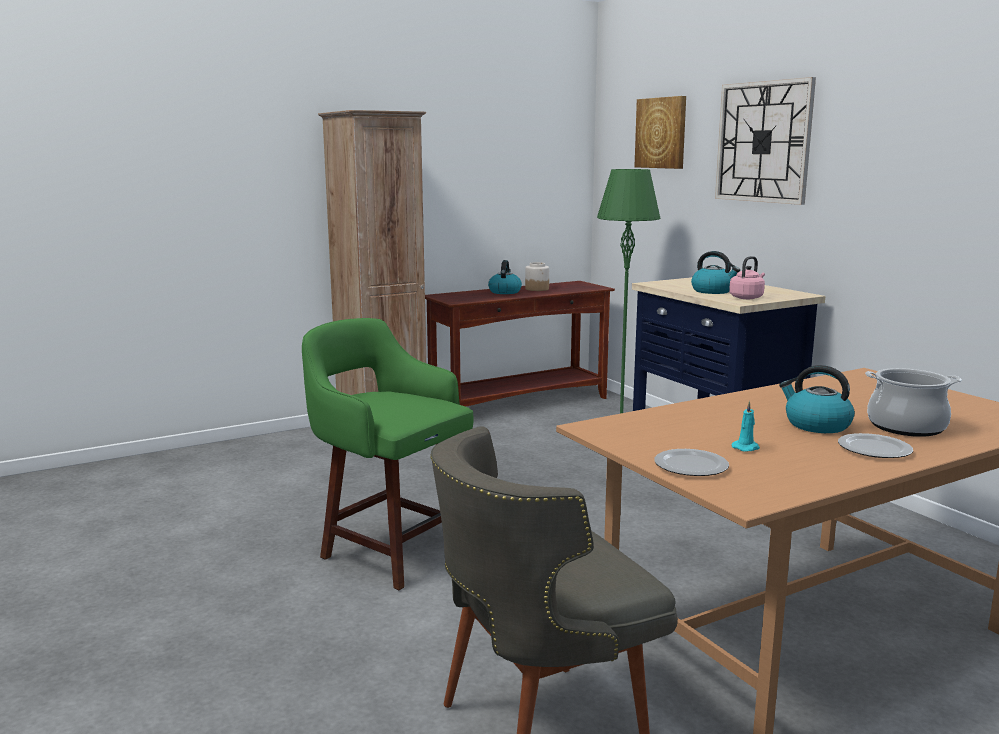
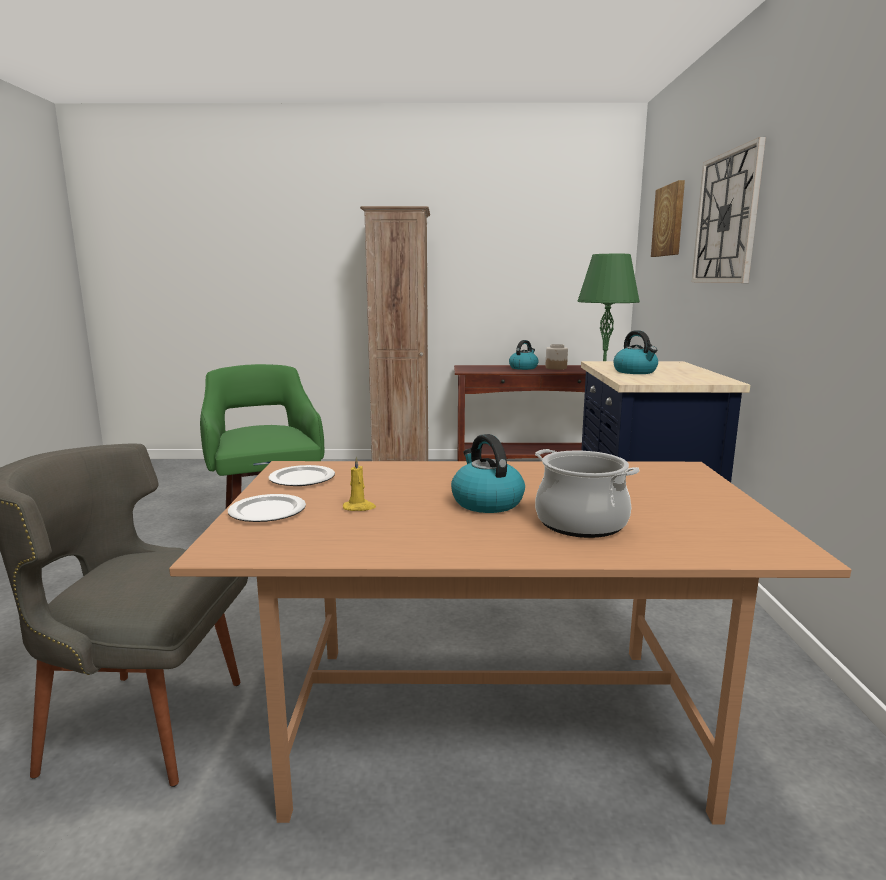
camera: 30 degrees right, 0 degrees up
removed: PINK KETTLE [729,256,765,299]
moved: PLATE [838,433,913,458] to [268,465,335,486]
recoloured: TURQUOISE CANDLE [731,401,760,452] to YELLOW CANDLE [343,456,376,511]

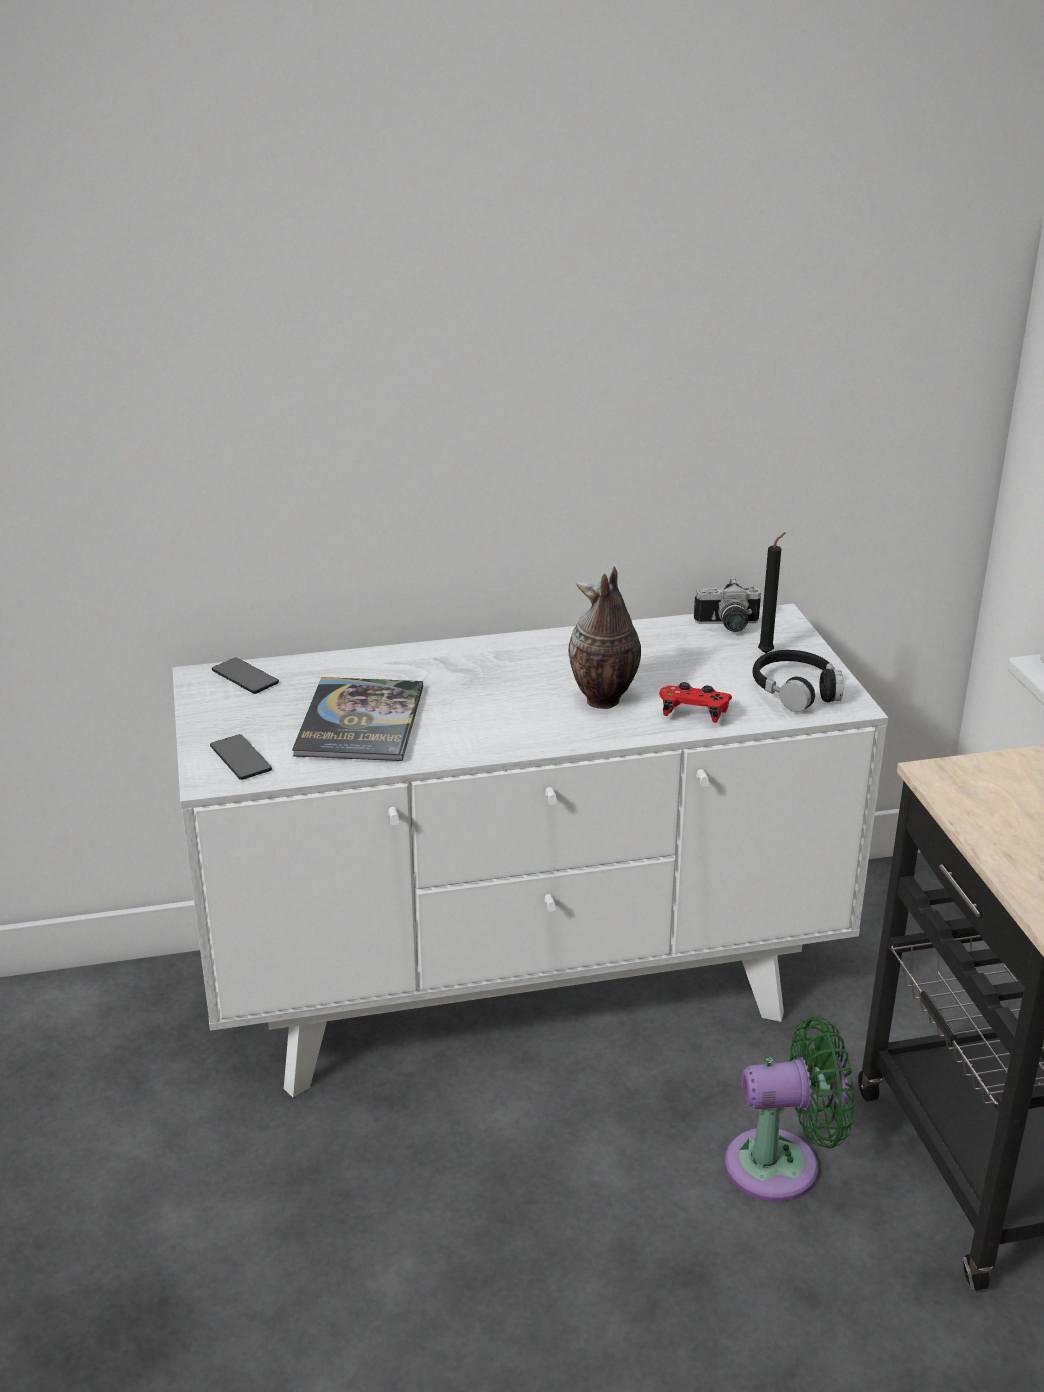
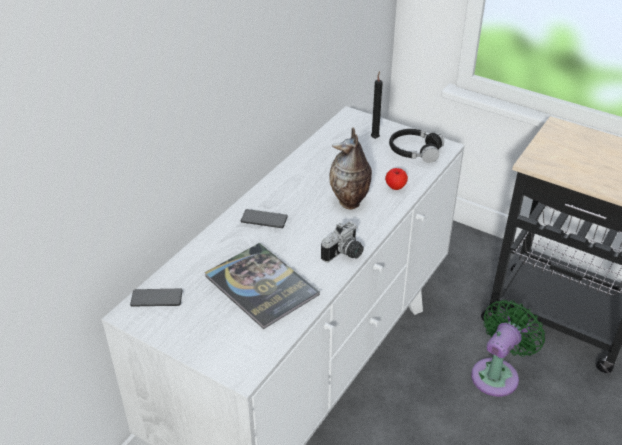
camera: 45 degrees left, 10 degrees up
moved: PHONE [210,734,272,780] to [241,209,288,228]; PHOTO CAMERA [694,579,761,632] to [321,221,364,262]
replaced: RED GAME CONTROLLER [660,682,732,723] to APPLE [385,168,408,190]

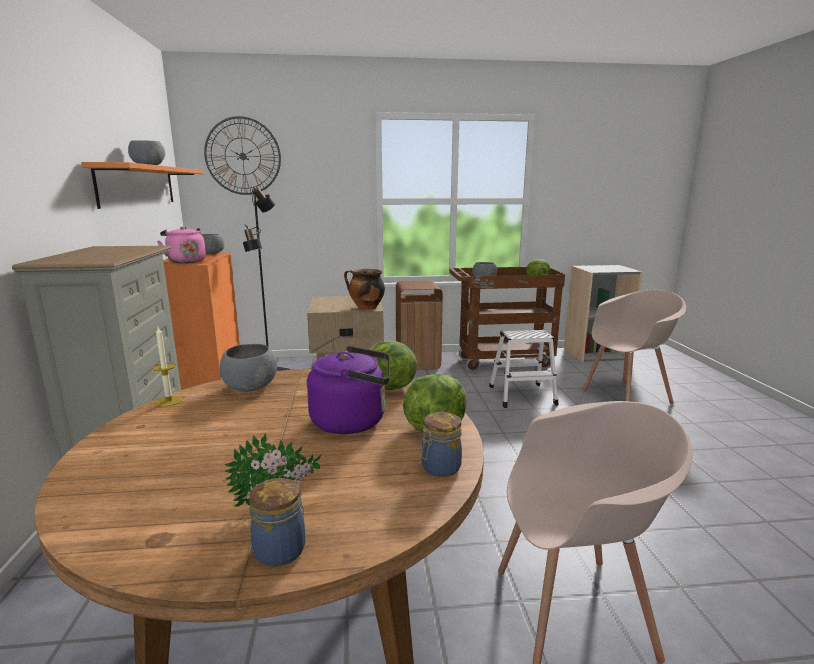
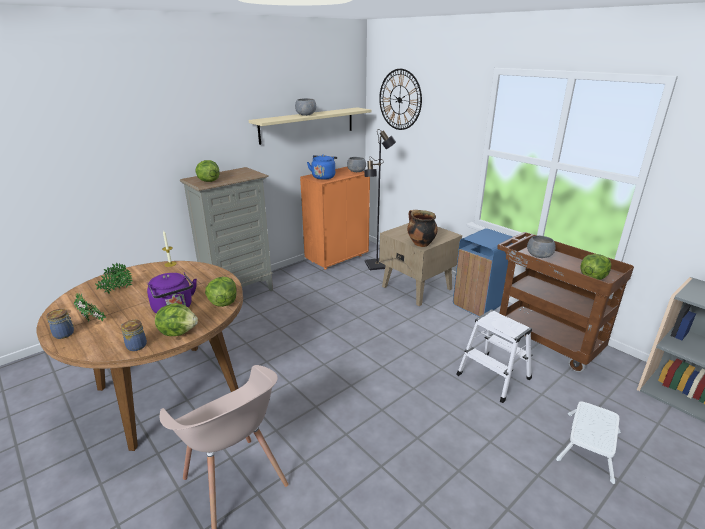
camera: 55 degrees right, 10 degrees up
removed: GREY BOWL [220,344,277,392]
added: POTTED PLANT [95,263,133,294]; LETTUCE [195,160,219,182]
replaced: BEIGE CHAIR [582,290,686,404] to WHITE STEP LADDER [556,401,621,484]
recoloured: ORANGE SHELF [81,162,204,209] to BEIGE SHELF [249,107,372,145]; PINK KETTLE [157,226,206,263] to BLUE KETTLE [307,154,337,180]; BROWN TRASH CAN [396,281,443,370] to BLUE TRASH CAN [453,228,513,317]

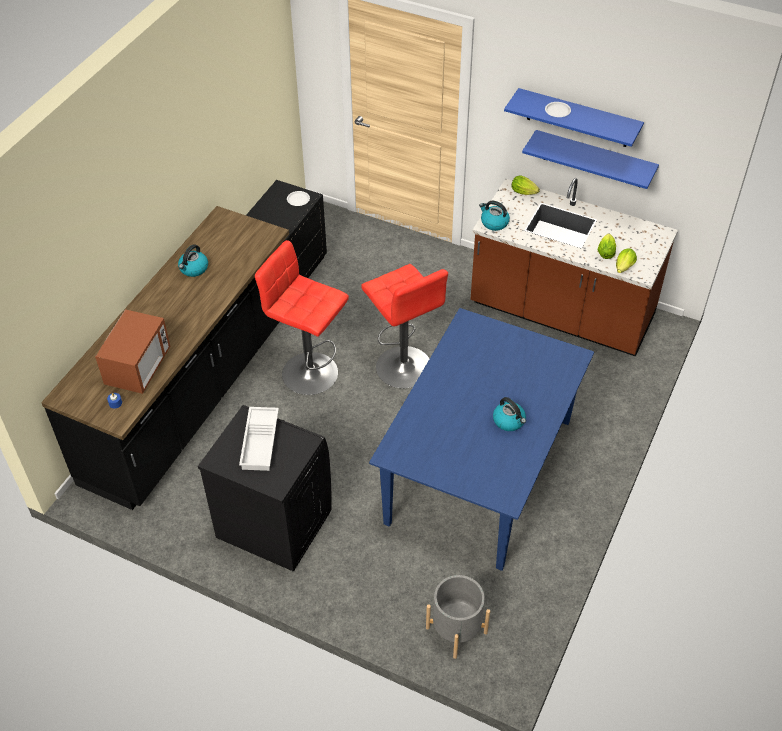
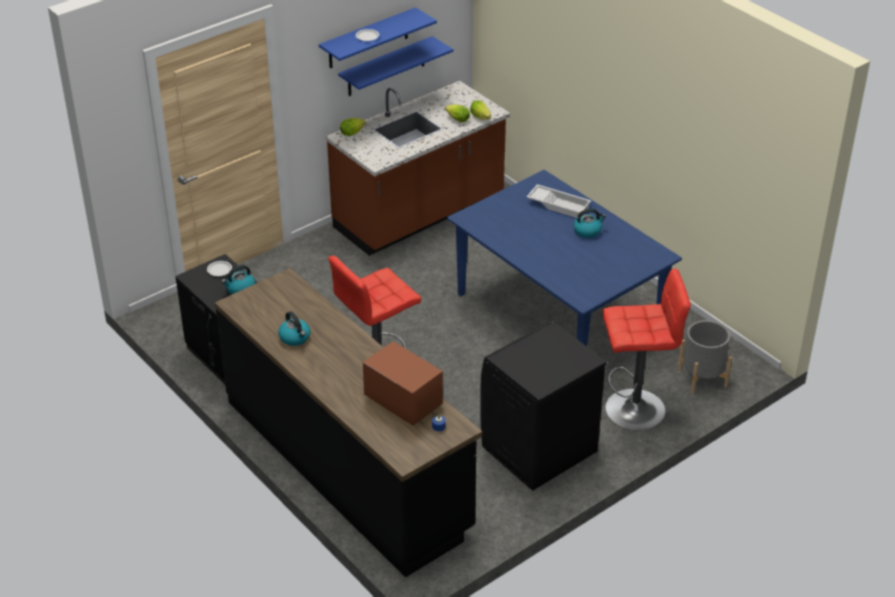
camera: 65 degrees left, 10 degrees down
moved: WHITE TRAY [239,407,279,471] to [527,184,591,218]; RED STOOL [361,264,448,388] to [602,269,691,430]; KETTLE [479,201,510,231] to [222,265,255,294]

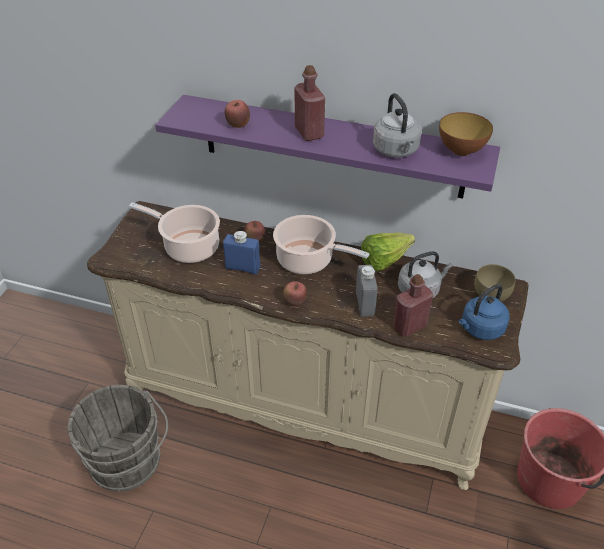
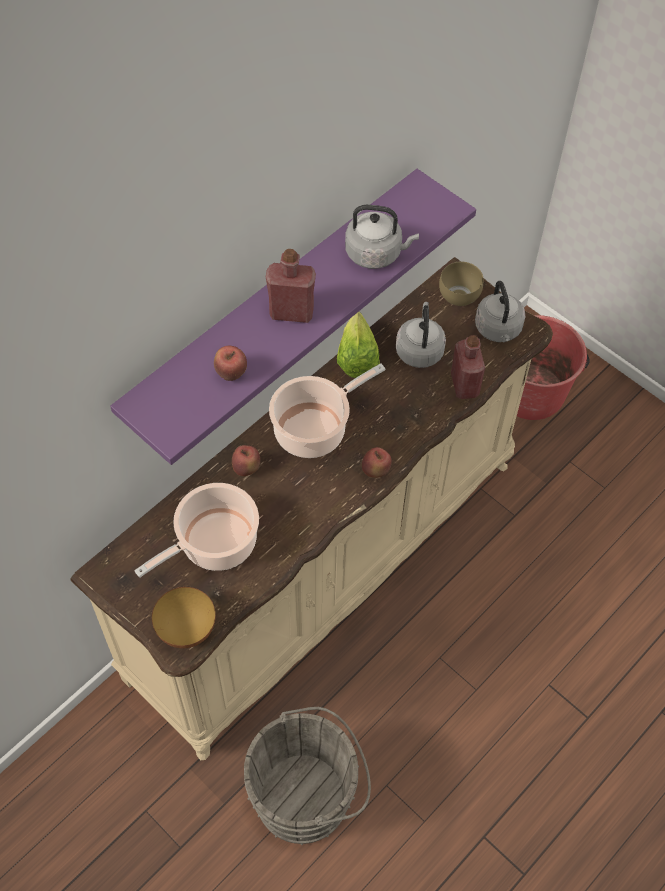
camera: 65 degrees left, 15 degrees up
removed: BLUE BOTTLE [223,231,260,275]; GREY BOTTLE [356,265,378,317]
moved: BOWL [439,112,493,156] to [152,587,216,648]
recoloured: BLUE KETTLE [459,284,510,340] to GREY KETTLE [475,281,526,342]

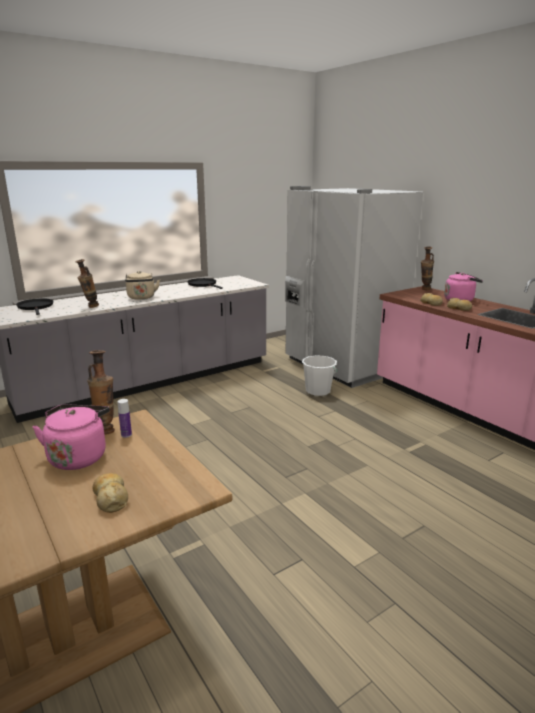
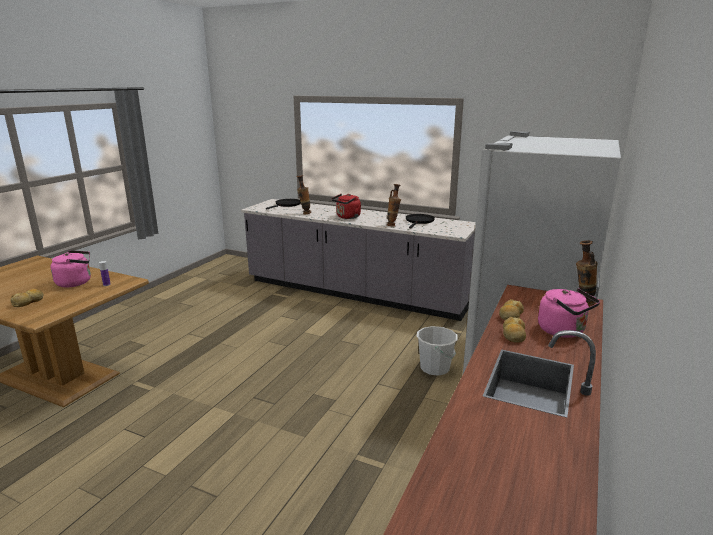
camera: 60 degrees right, 0 degrees up
moved: VASE [87,350,115,435] to [387,184,401,227]
recoloured: BEIGE KETTLE [125,271,160,300] to RED KETTLE [332,194,361,219]

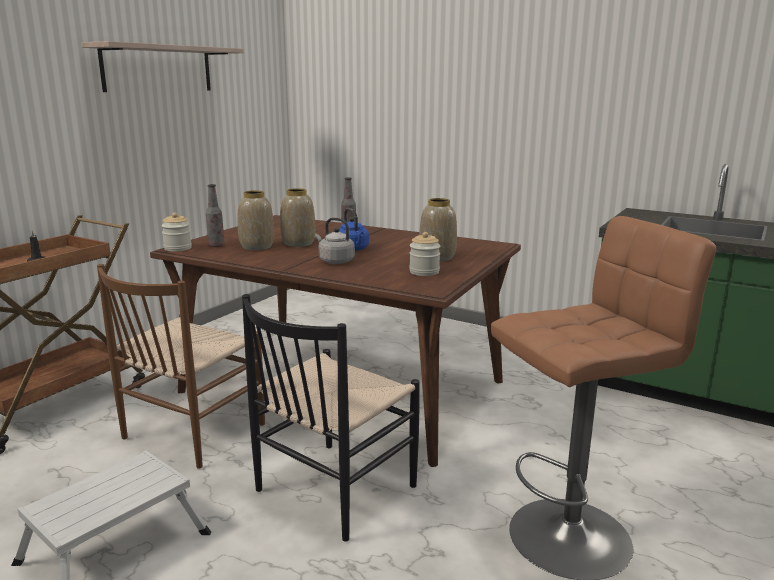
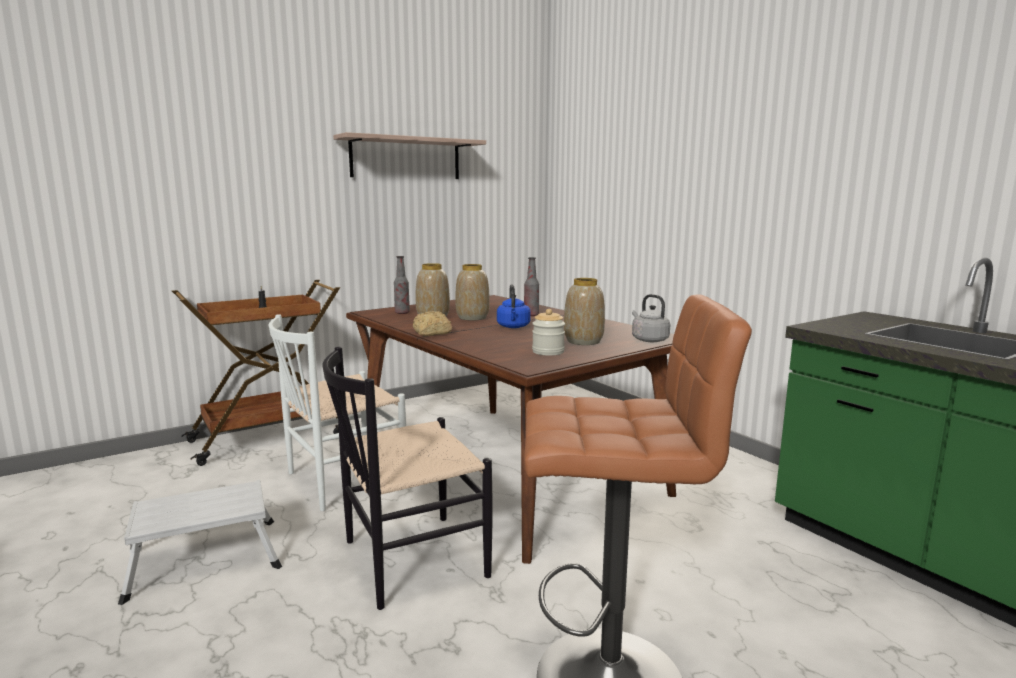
camera: 25 degrees right, 5 degrees down
removed: JAR [161,212,192,252]
added: BREAD [413,311,453,336]
moved: GREY KETTLE [315,218,355,264] to [632,294,670,342]
recoloured: BROWN CHAIR [97,264,265,469] to WHITE CHAIR [269,314,406,511]

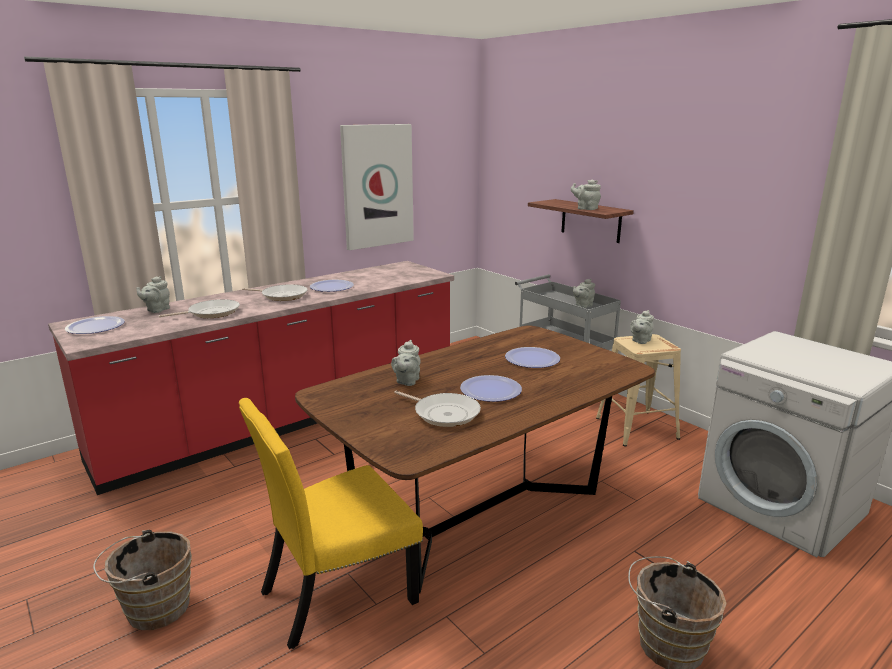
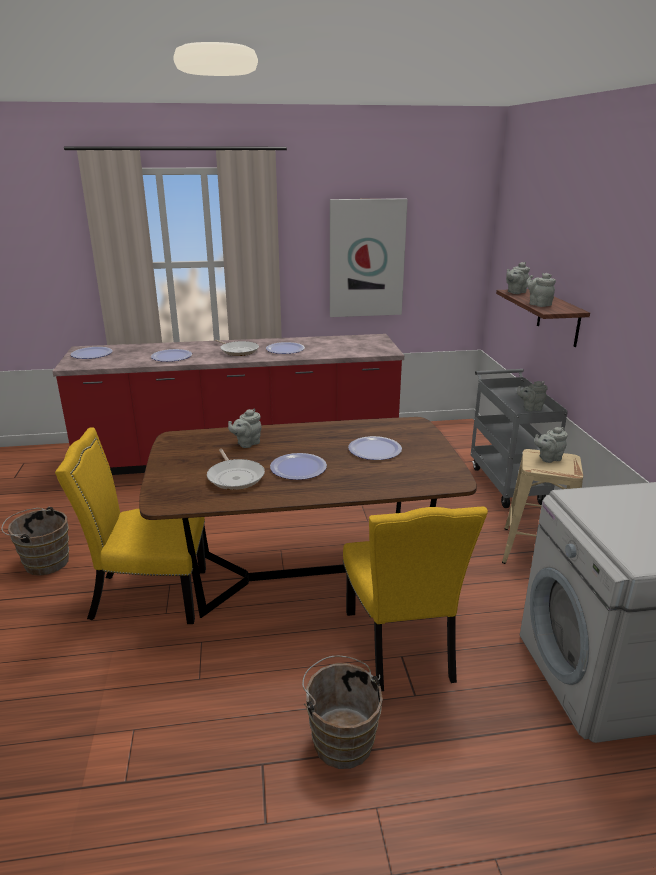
camera: 30 degrees right, 5 degrees up
added: YELLOW CHAIR [343,506,488,691]
moved: GREY TEAPOT [136,276,170,313] to [506,262,530,294]
replaced: FRYING PAN [159,299,240,318] to PLATE [151,349,192,362]

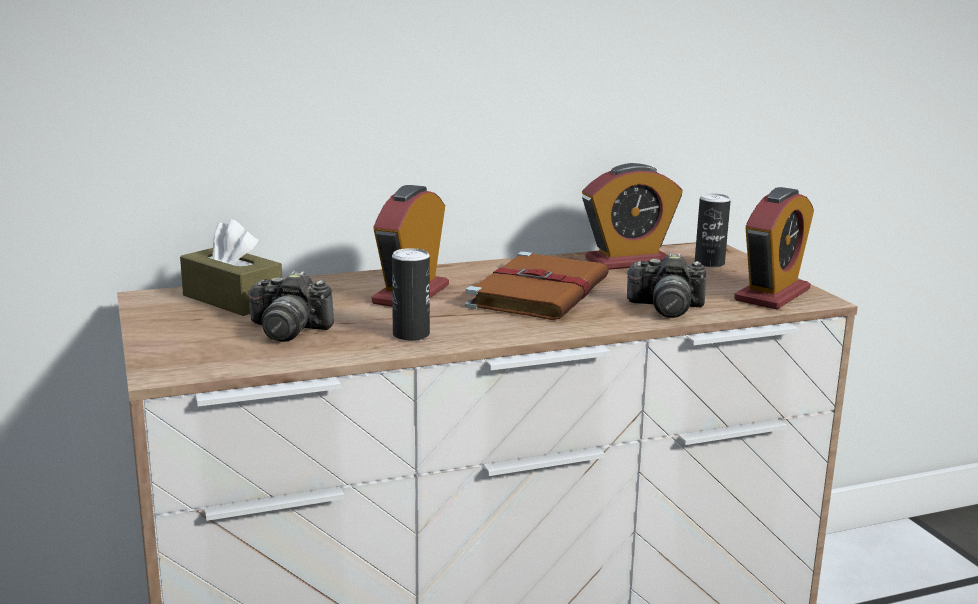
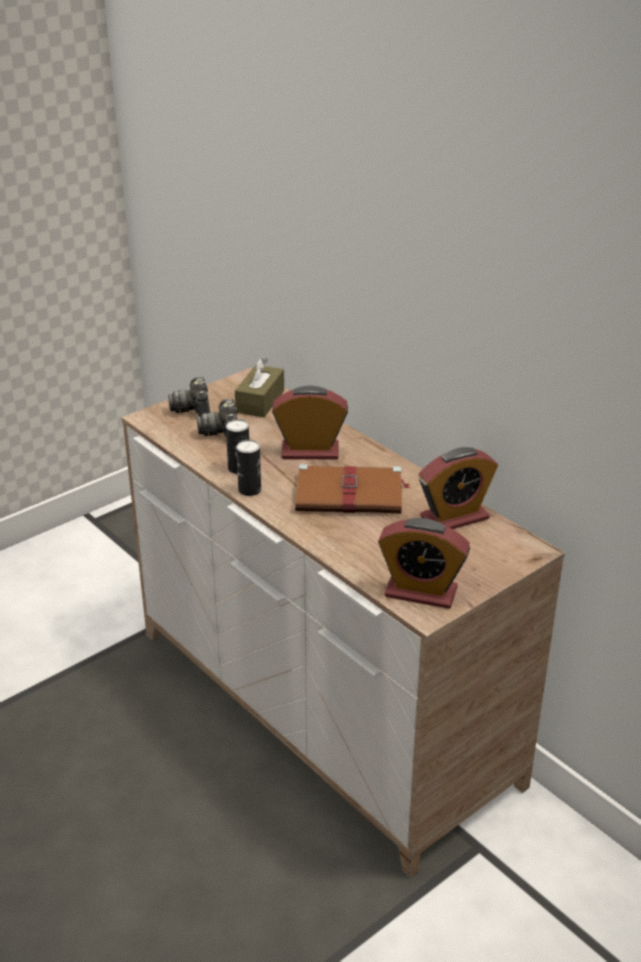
camera: 70 degrees right, 15 degrees up
moved: PHOTO CAMERA [625,253,706,318] to [168,377,210,417]; CAN [695,194,731,268] to [236,440,261,496]
turned: ALARM CLOCK [582,163,683,270] = [419,447,498,529] 75 degrees counterclockwise

